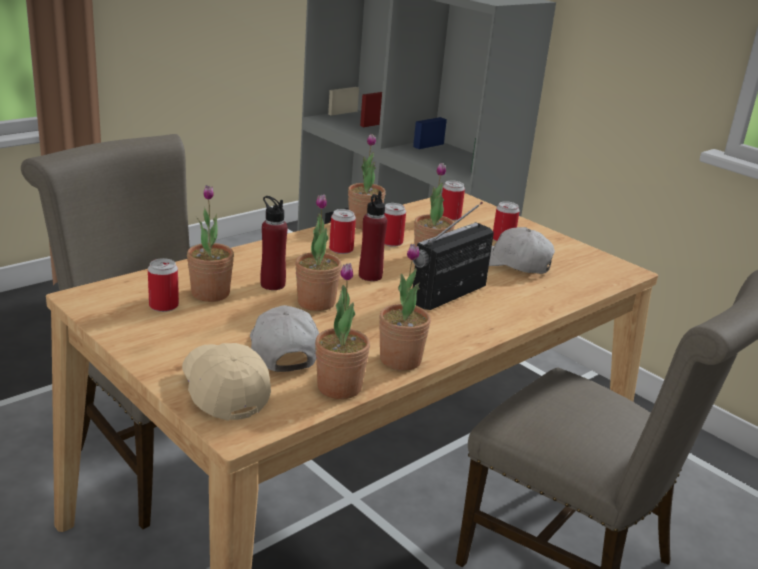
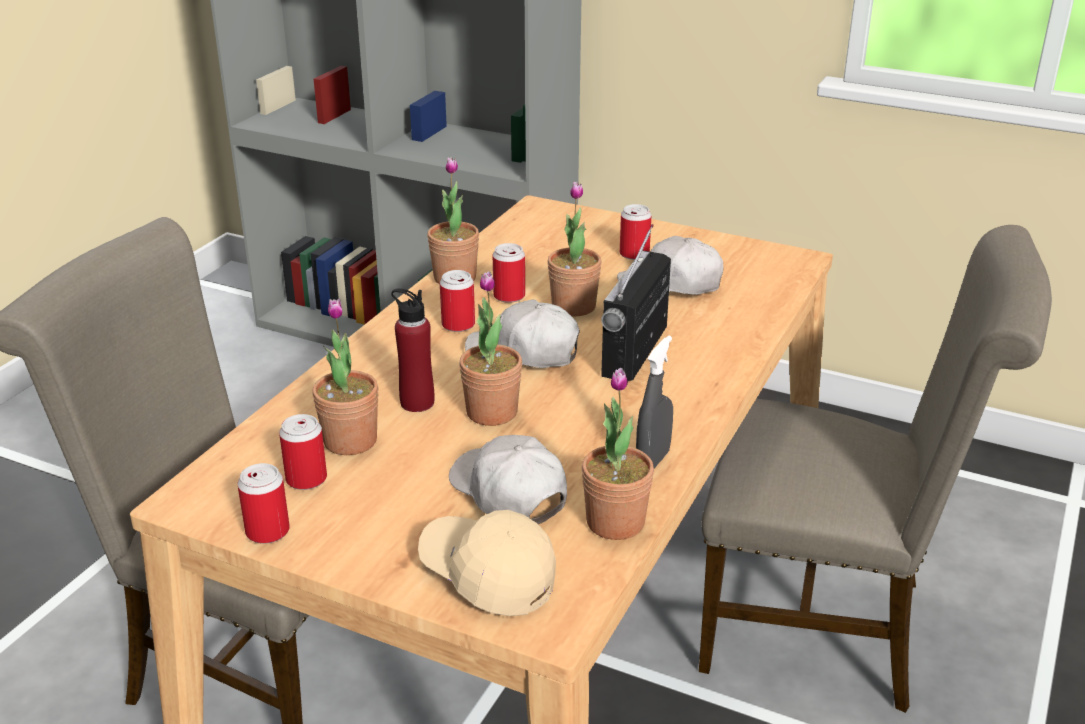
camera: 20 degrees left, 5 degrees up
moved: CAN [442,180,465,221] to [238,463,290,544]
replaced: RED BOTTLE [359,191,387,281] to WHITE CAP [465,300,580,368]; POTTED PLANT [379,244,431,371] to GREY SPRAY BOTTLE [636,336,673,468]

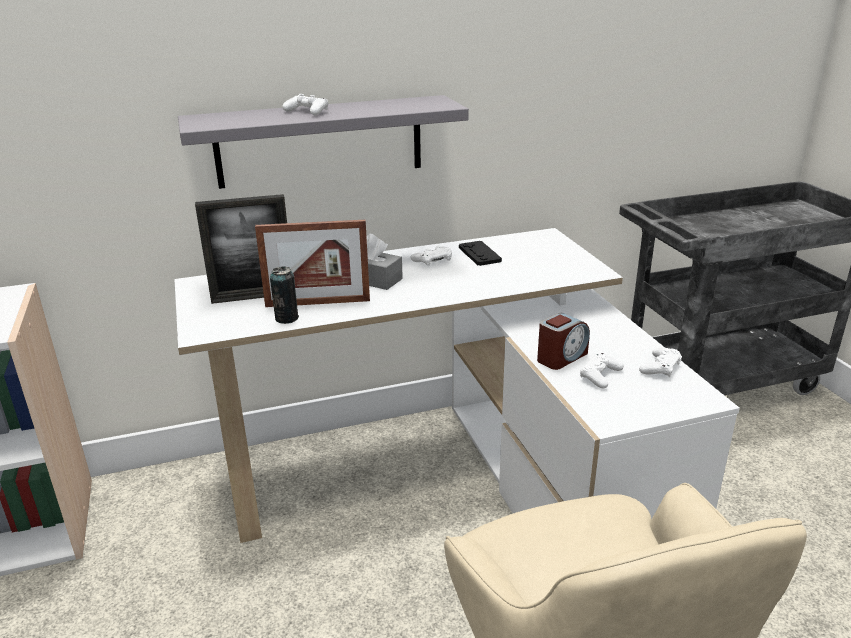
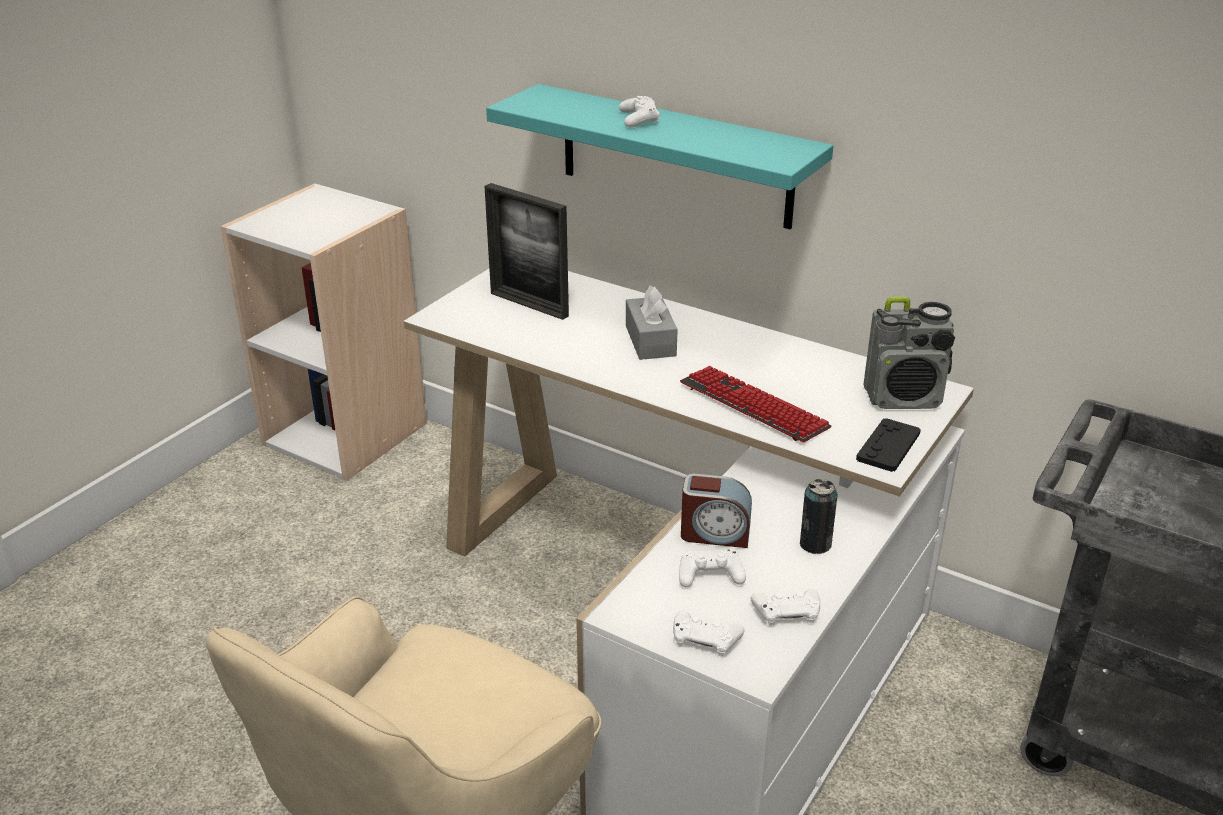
camera: 50 degrees right, 5 degrees up
removed: PICTURE FRAME [255,220,370,307]
added: KEYBOARD [680,366,832,442]; RADIO [863,297,955,409]
moved: CAN [270,266,299,324] to [800,479,838,554]; WHITE GAME CONTROLLER [411,245,452,266] to [673,610,744,656]; BLACK GAME CONTROLLER [459,241,502,266] to [856,418,921,472]
recoloured: GREY SHELF [178,95,469,189] to TURQUOISE SHELF [486,84,833,230]

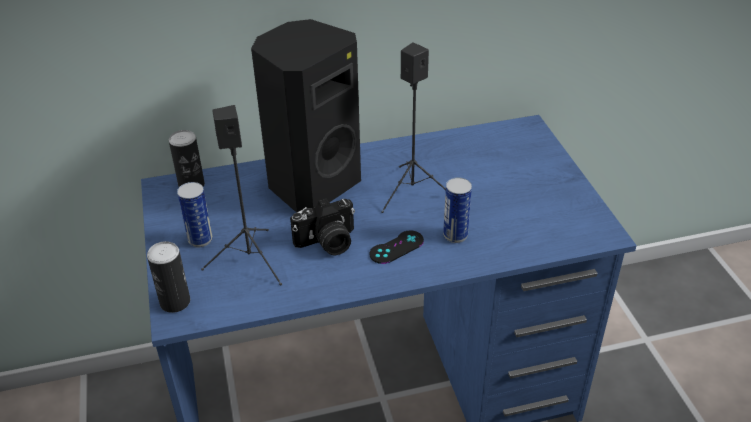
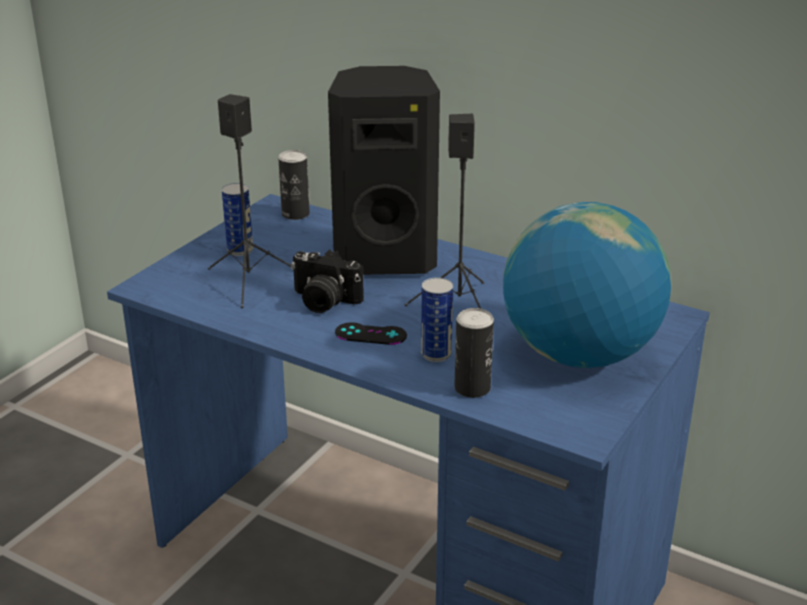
camera: 45 degrees right, 10 degrees down
added: GLOBE [503,202,671,368]
moved: CAN [147,241,190,313] to [454,308,494,398]

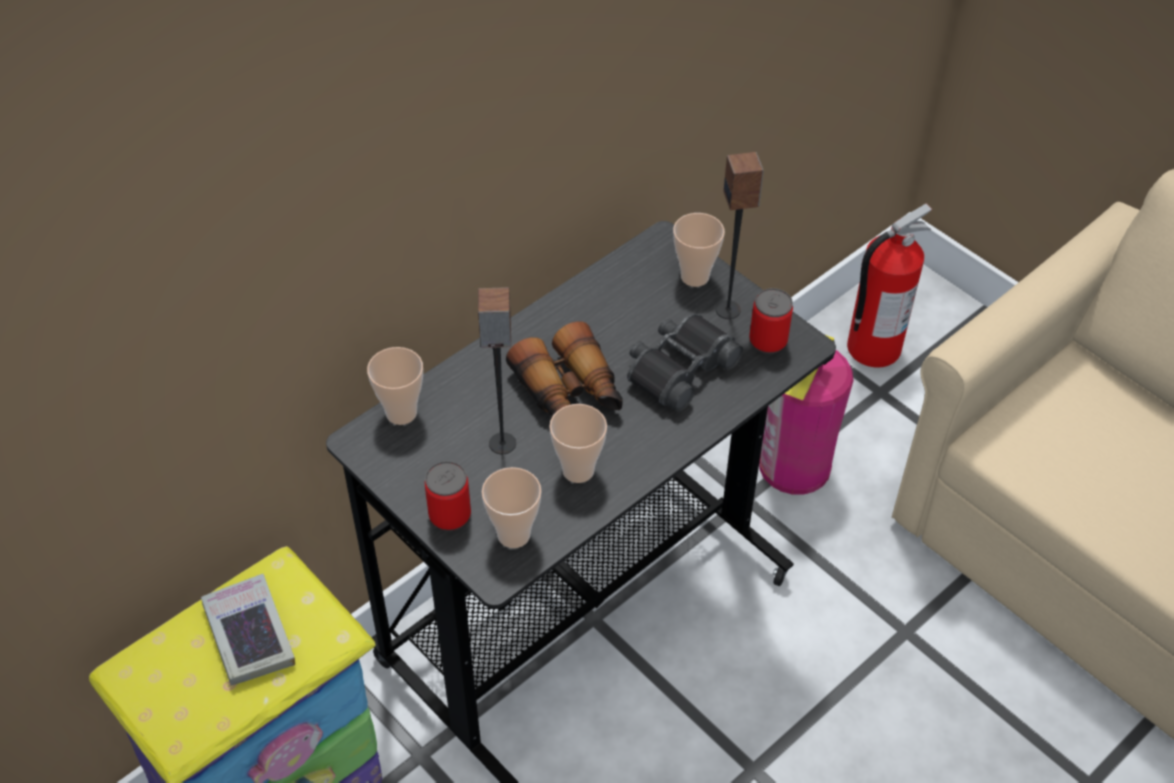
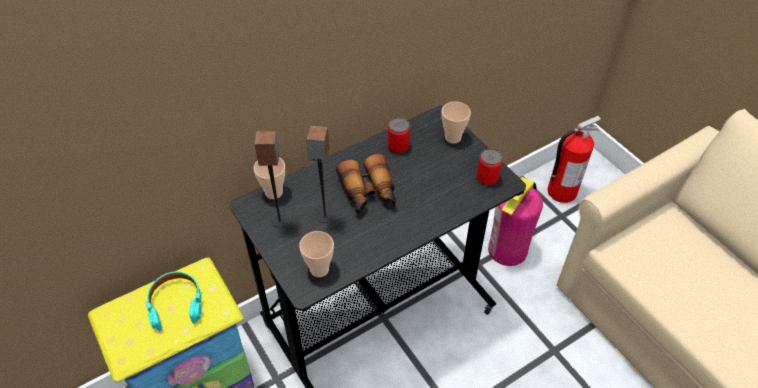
camera: 10 degrees right, 0 degrees up
removed: CUP [549,404,607,483]; BLACK BINOCULARS [627,313,743,412]
moved: CAN [425,461,471,531] to [388,117,410,154]; SPEAKER [716,152,764,319] to [255,131,288,228]
replaced: BOOK [201,574,295,685] to TURQUOISE HEADPHONES [146,271,202,331]

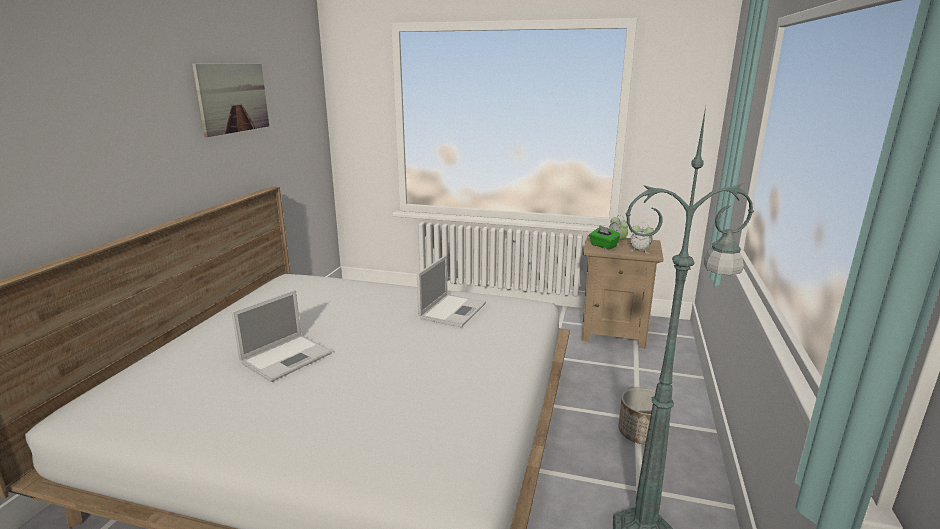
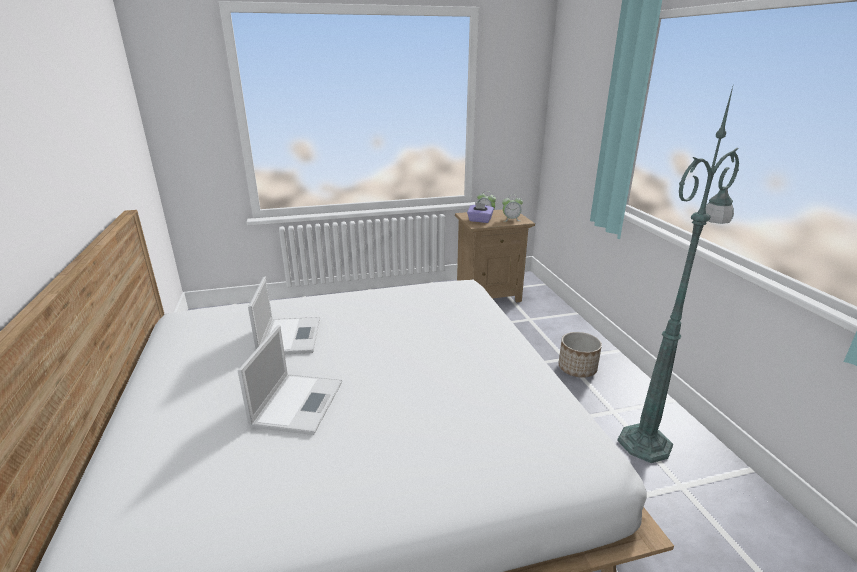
camera: 30 degrees left, 5 degrees up
removed: PICTURE [192,64,269,137]
moved: LAPTOP [417,255,486,327] to [248,276,320,354]
recoloured: GREEN TISSUE BOX [589,225,621,249] to PURPLE TISSUE BOX [467,203,494,223]

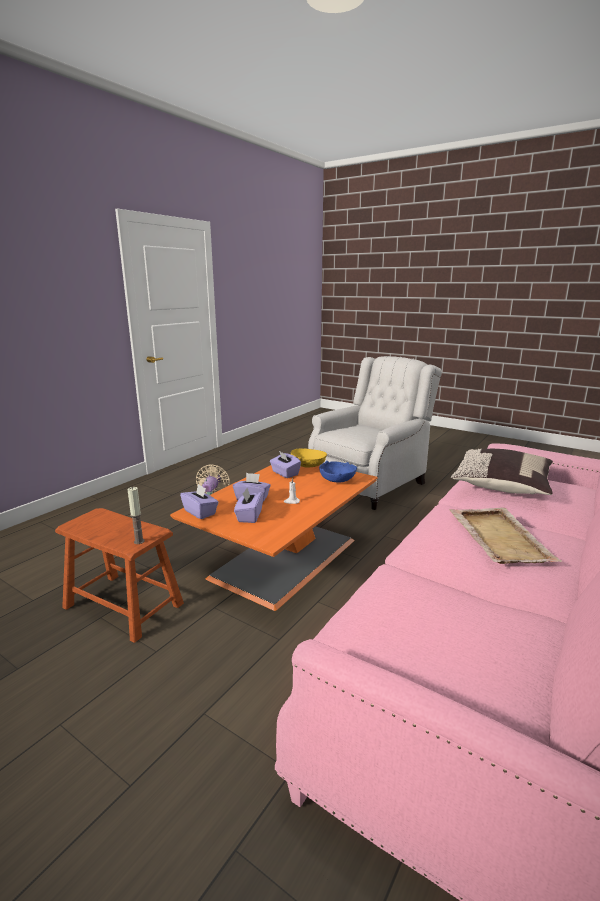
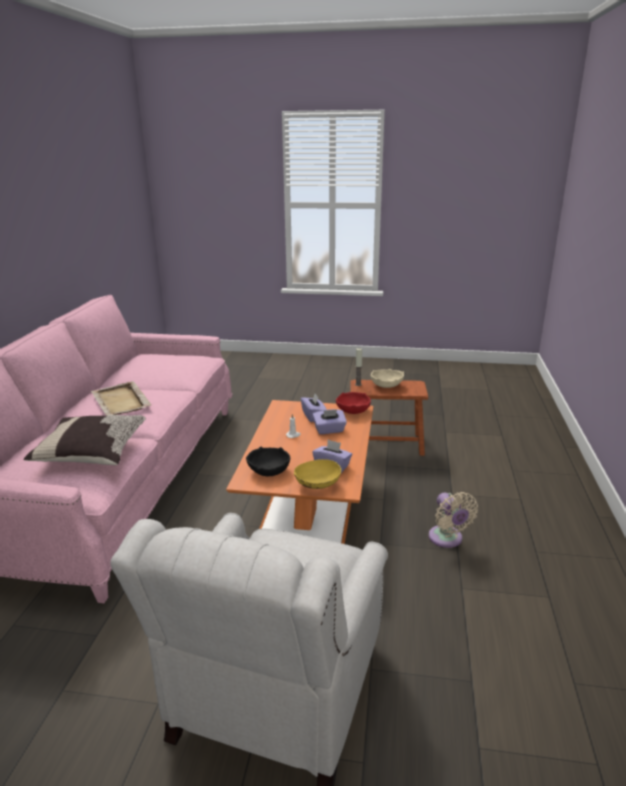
camera: 155 degrees right, 5 degrees up
added: BEIGE BOWL [371,369,404,388]
replaced: PURPLE TISSUE BOX [180,484,219,519] to RED BOWL [336,392,371,414]
recoloured: BLUE BOWL [319,461,357,483] to BLACK BOWL [246,447,290,476]

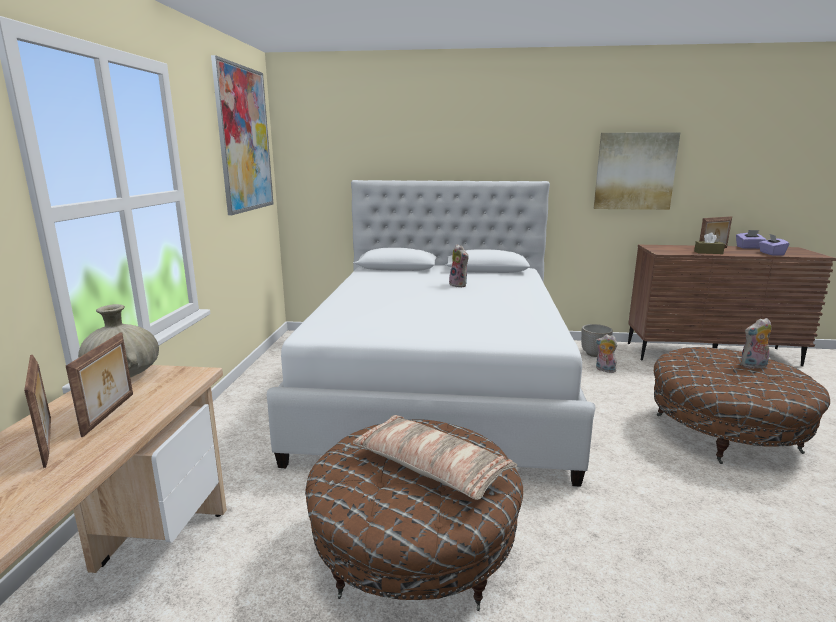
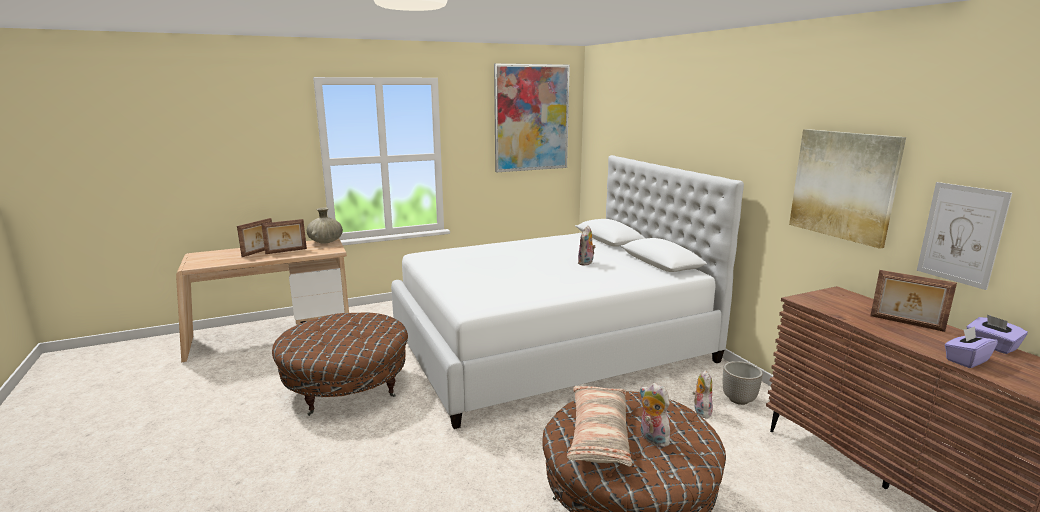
camera: 60 degrees right, 0 degrees up
removed: BROWN TISSUE BOX [694,232,725,254]
added: PICTURE [917,182,1012,290]
moved: PILLOW [353,415,517,500] to [567,386,632,466]

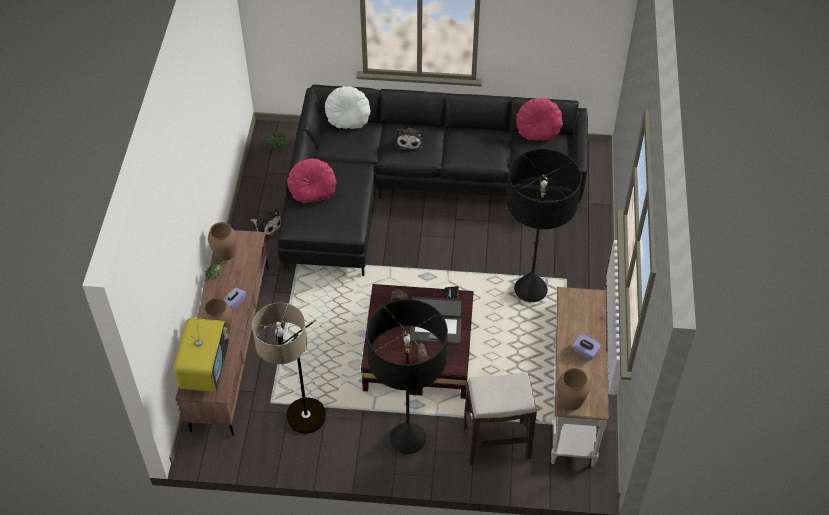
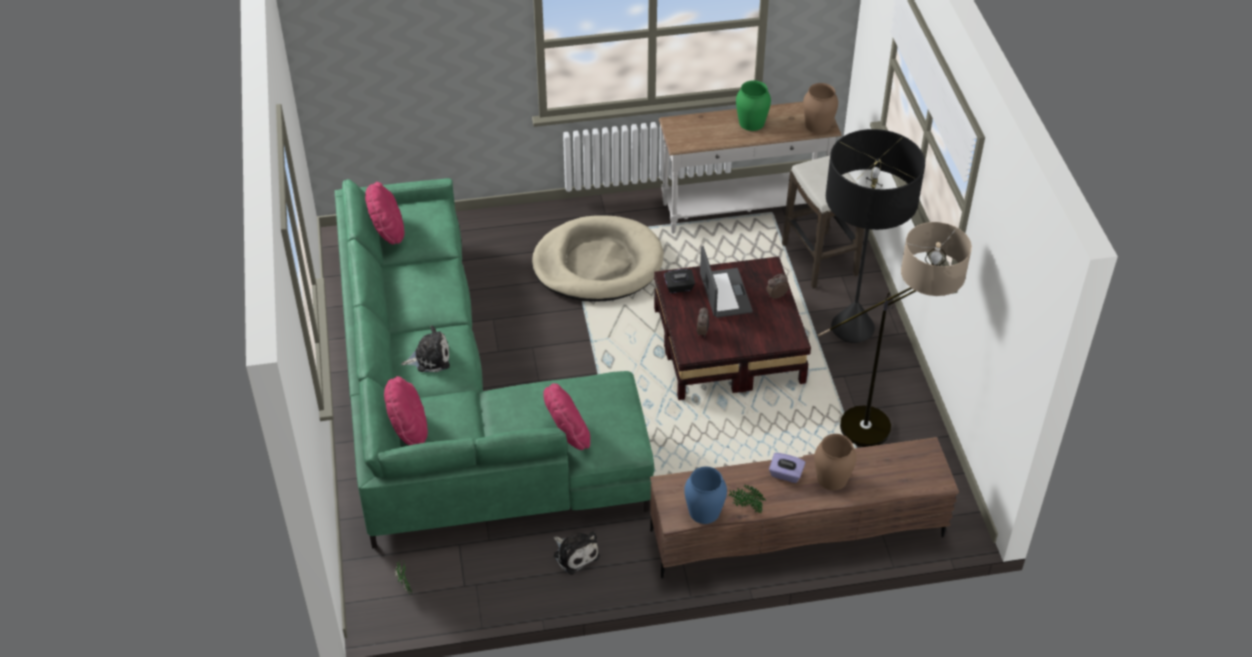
camera: 105 degrees left, 5 degrees down
removed: TELEVISION [173,315,229,392]
replaced: BLACK FLOOR LAMP [506,149,582,302] to BEIGE DOG BED [532,216,664,302]; PURPLE TISSUE BOX [573,334,601,360] to GREEN VASE [736,80,771,131]
recoloured: BROWN VASE [208,222,237,261] to BLUE VASE [684,466,727,524]; BLACK SOFA [278,85,588,276] to GREEN SOFA [335,178,655,549]; WHITE PILLOW [325,86,370,129] to PINK PILLOW [384,376,428,445]
turned: PLUSH TOY [250,209,281,239] = [554,531,600,575] 120 degrees clockwise

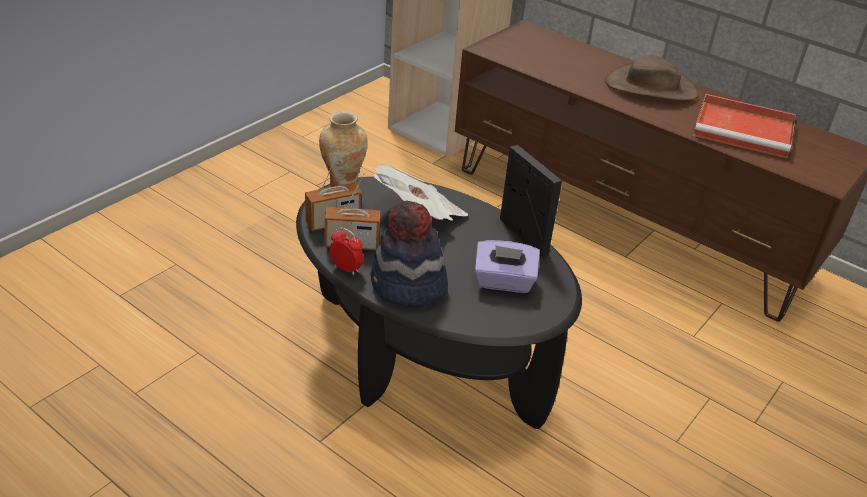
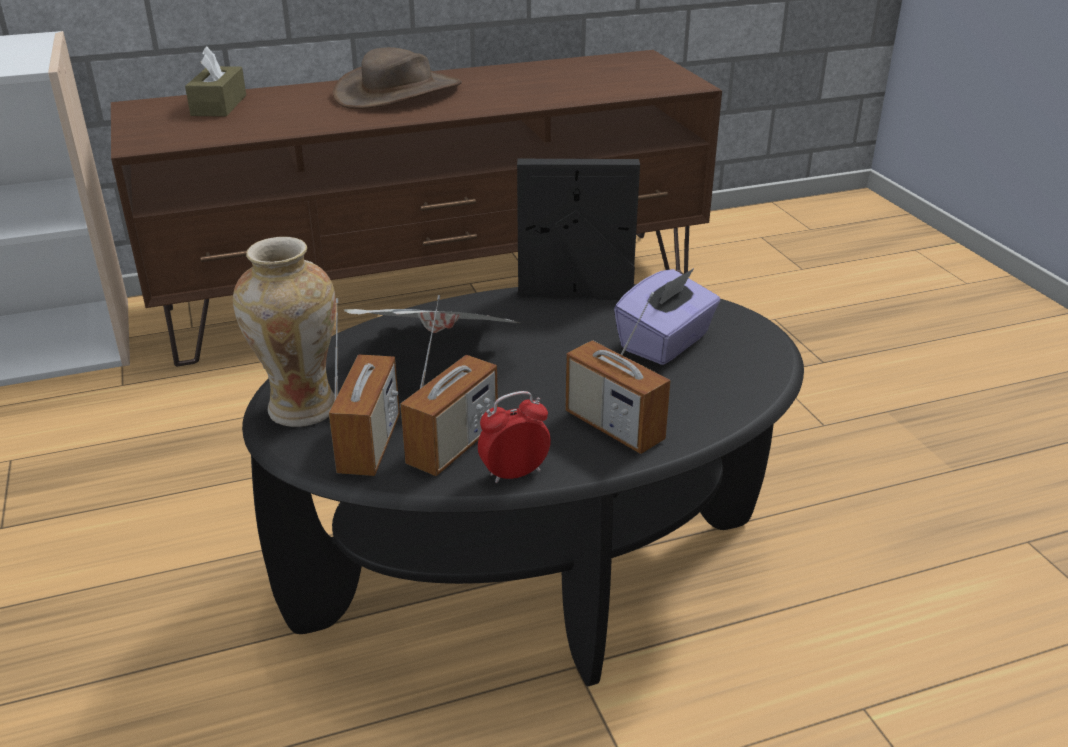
camera: 55 degrees left, 5 degrees down
removed: RED TRAY [693,94,796,158]
added: BROWN TISSUE BOX [185,46,246,117]
replaced: HAT [370,201,448,307] to RADIO [565,292,670,454]

